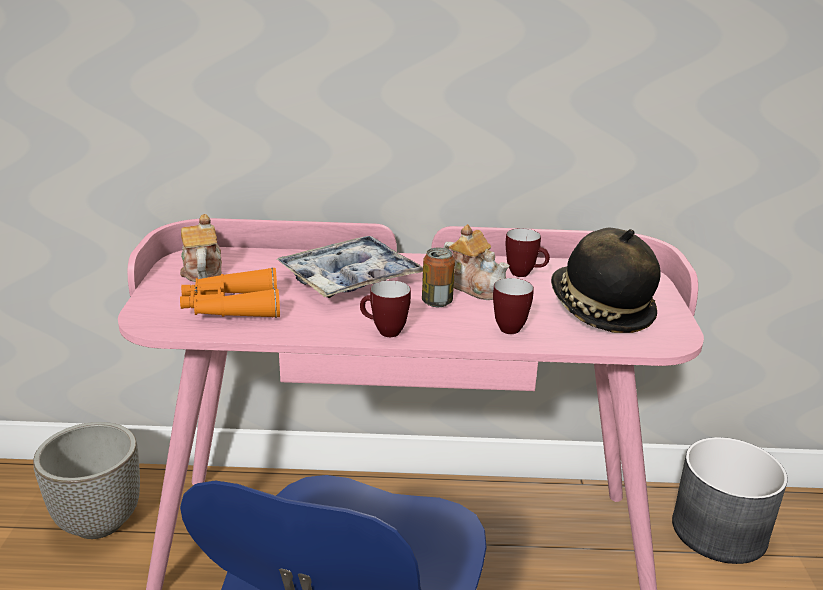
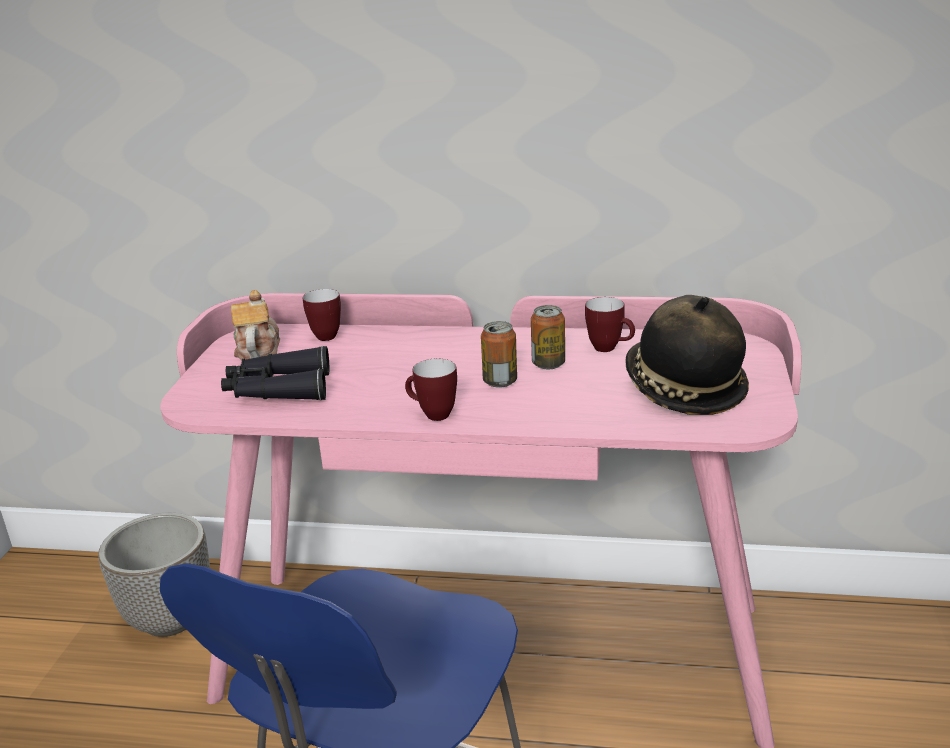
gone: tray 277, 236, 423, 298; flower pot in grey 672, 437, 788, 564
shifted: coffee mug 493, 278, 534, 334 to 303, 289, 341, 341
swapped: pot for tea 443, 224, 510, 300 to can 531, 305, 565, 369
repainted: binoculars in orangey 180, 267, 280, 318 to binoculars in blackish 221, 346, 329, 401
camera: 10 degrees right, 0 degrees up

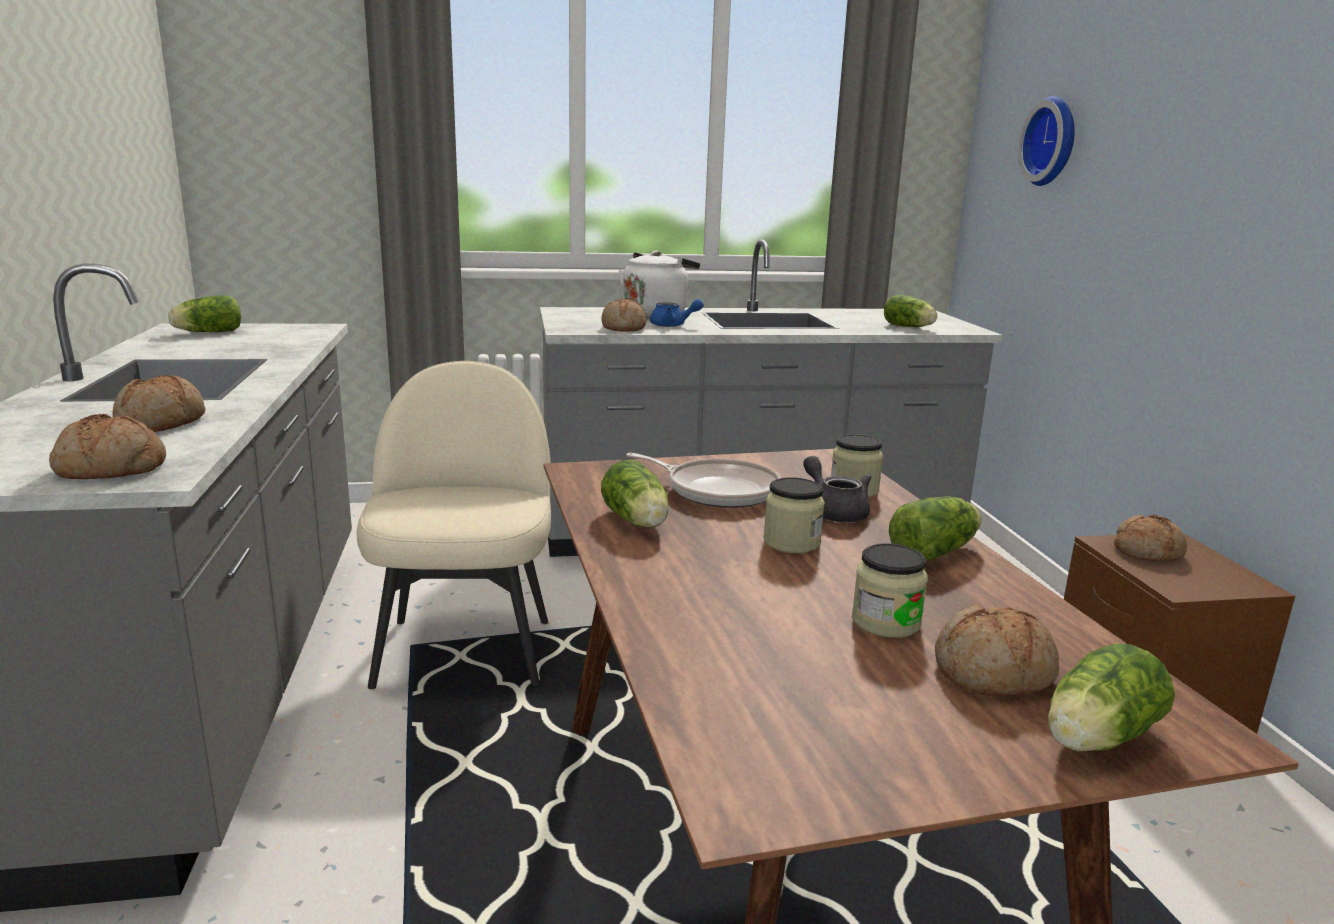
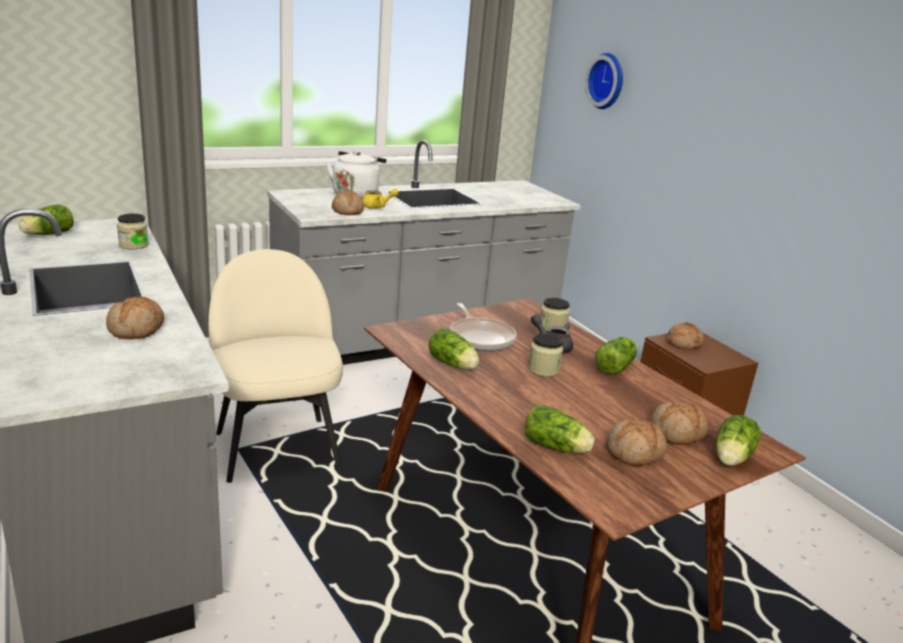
shifted: bread 49, 414, 166, 479 to 606, 419, 667, 466; storage jar 852, 543, 928, 638 to 117, 213, 149, 249; lettuce head 884, 295, 937, 327 to 525, 405, 595, 453
repainted: pot for tea in blue-coloured 650, 299, 704, 327 to pot for tea in yellow-coloured 362, 189, 399, 209
rotated: skillet 626, 453, 780, 508 = 450, 303, 517, 351 60 degrees clockwise
camera: 20 degrees left, 5 degrees up

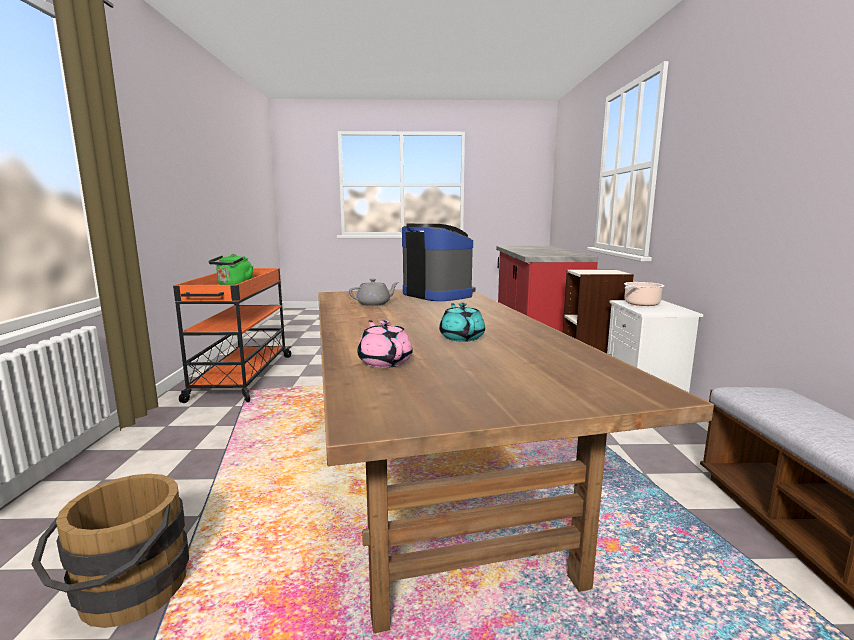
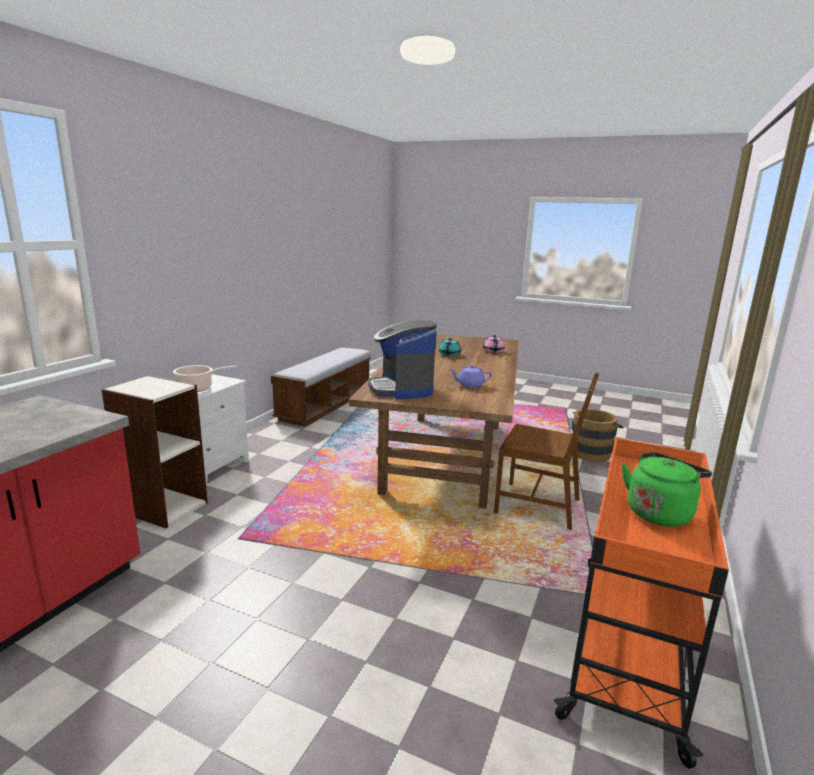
new: upright chair in brown 494, 373, 599, 530
repainted: pot for tea in grey 349, 278, 399, 306 to pot for tea in purplish 450, 365, 492, 388
camera: 155 degrees left, 5 degrees up

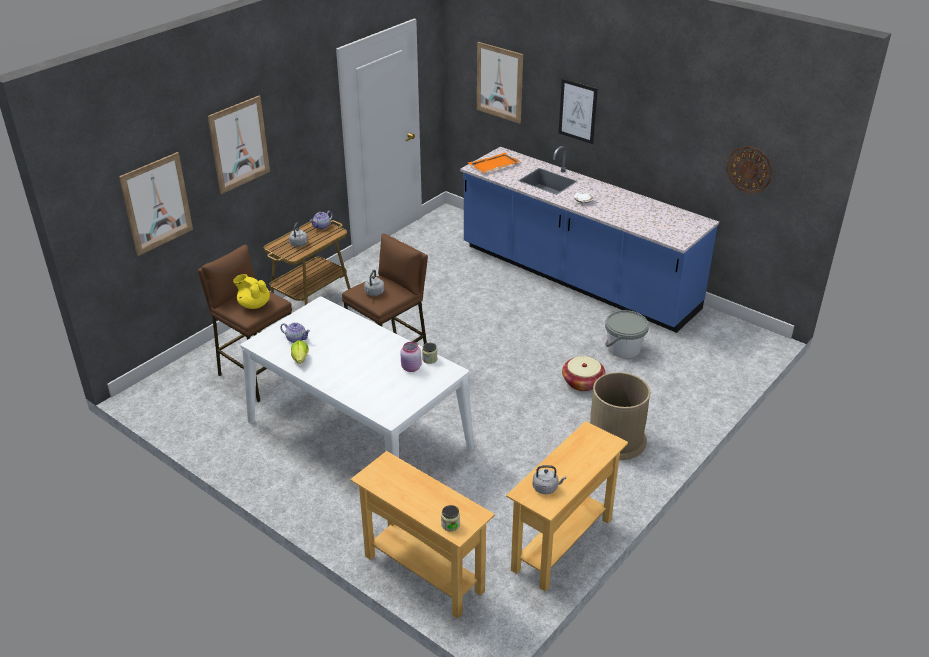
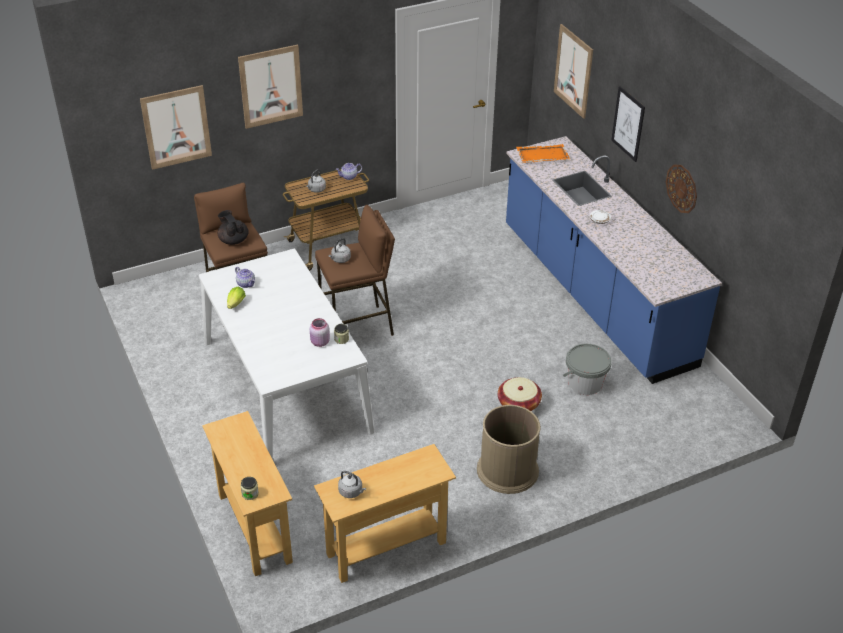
shifted: hanging clock 726, 146, 773, 193 to 666, 165, 697, 213
repainted: pot for tea in yellow-coloured 233, 274, 270, 309 to pot for tea in blackish 217, 210, 249, 245
camera: 25 degrees right, 5 degrees up

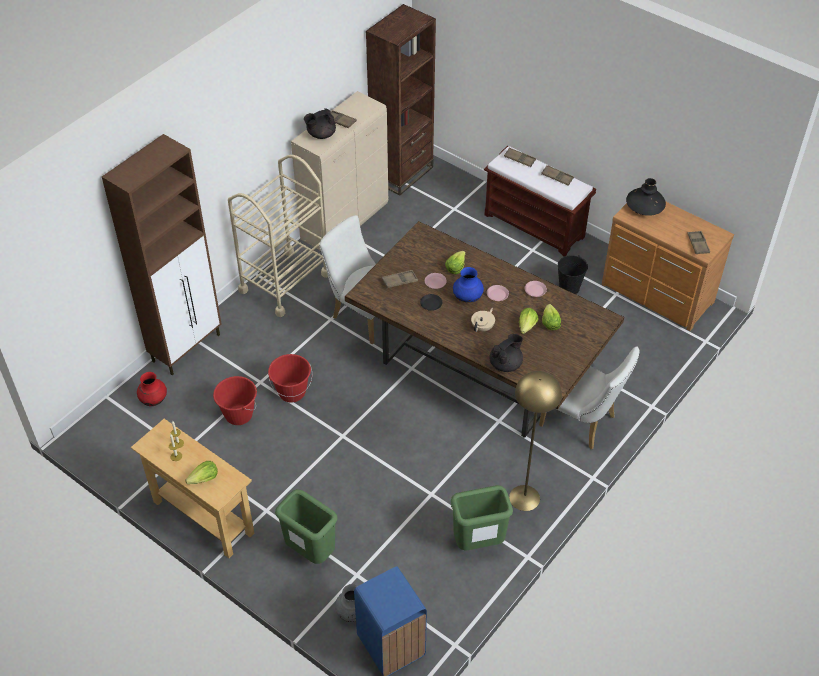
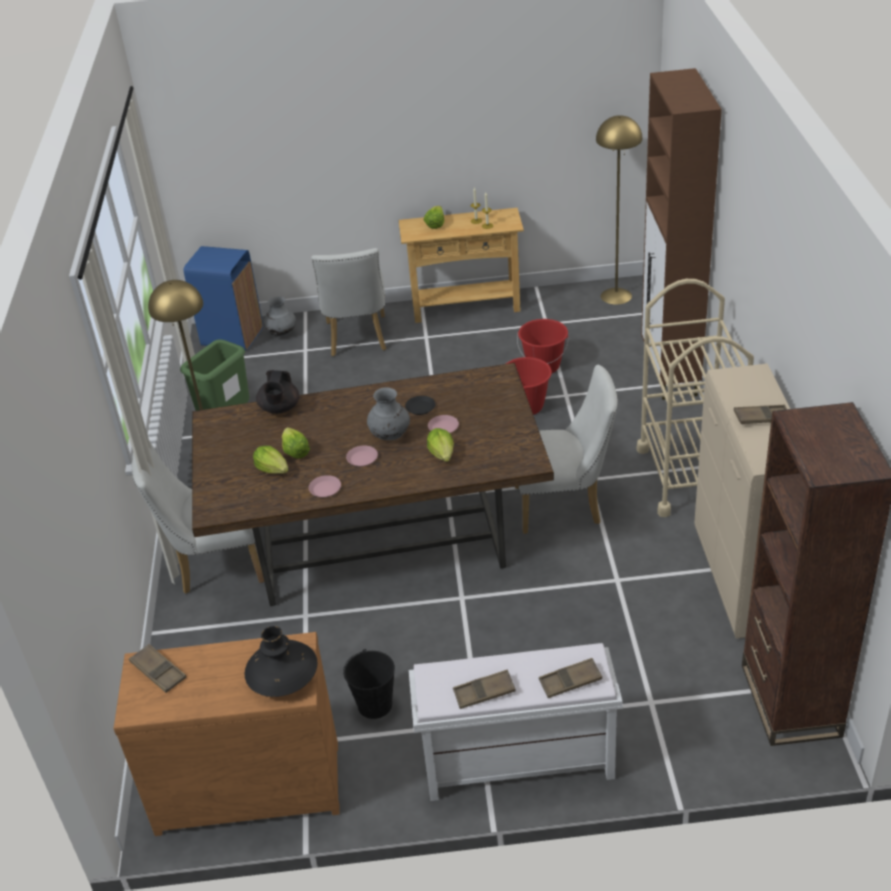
gone: decorative vase in red 137, 372, 167, 406; pot for tea in blackish 304, 108, 336, 139; tray in brown 382, 270, 418, 288; pot for tea in beige 471, 308, 495, 332
new: floor lamp in yellow-coloured 596, 115, 642, 305
swapped: rubbish bin in green-coloured 275, 489, 337, 564 to upright chair in white 311, 248, 386, 356
repainted: decorative vase in blue-coloured 453, 267, 484, 302 to decorative vase in grey 367, 387, 410, 440; long seat in brown 484, 146, 596, 257 to long seat in white 409, 643, 623, 801
camera: 140 degrees right, 10 degrees down

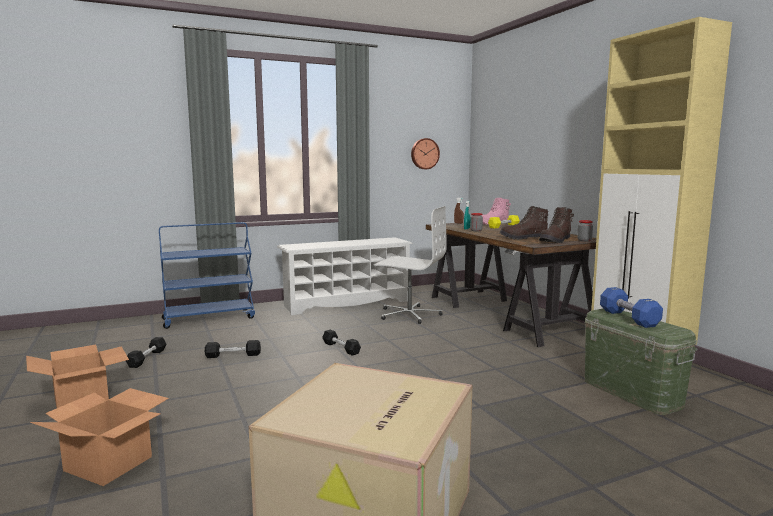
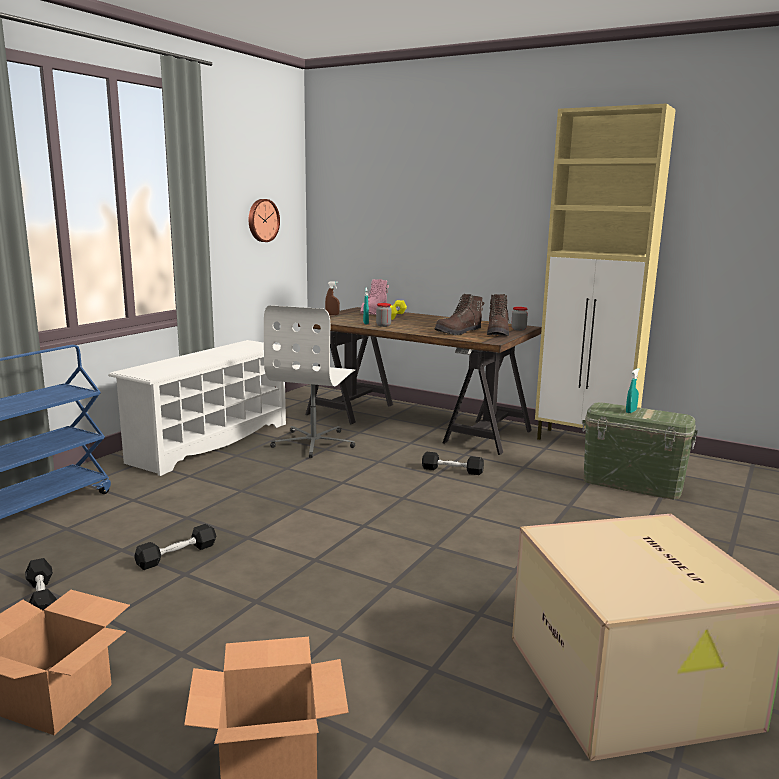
shifted: hand weight in blackish 322, 330, 361, 356 to 422, 451, 484, 475
swapped: hand weight in blue-coloured 600, 287, 663, 328 to sprayer in blue-green 626, 368, 640, 413
rotated: desk chair in white 374, 206, 447, 324 = 264, 305, 355, 458 120 degrees clockwise
camera: 35 degrees left, 5 degrees up

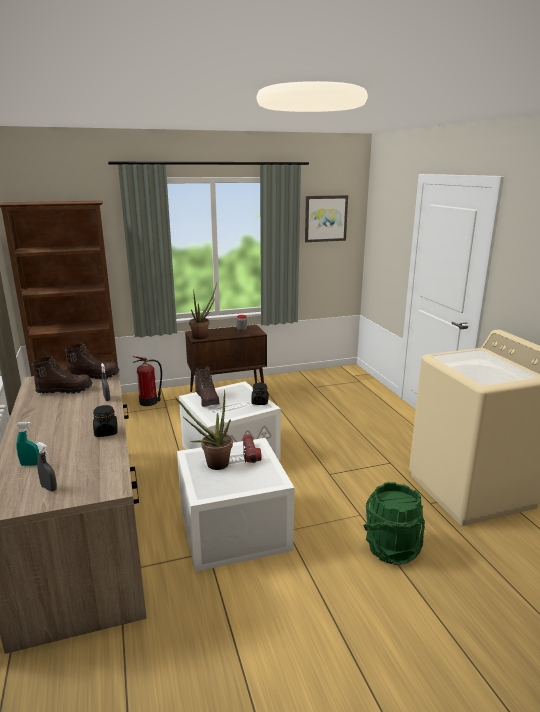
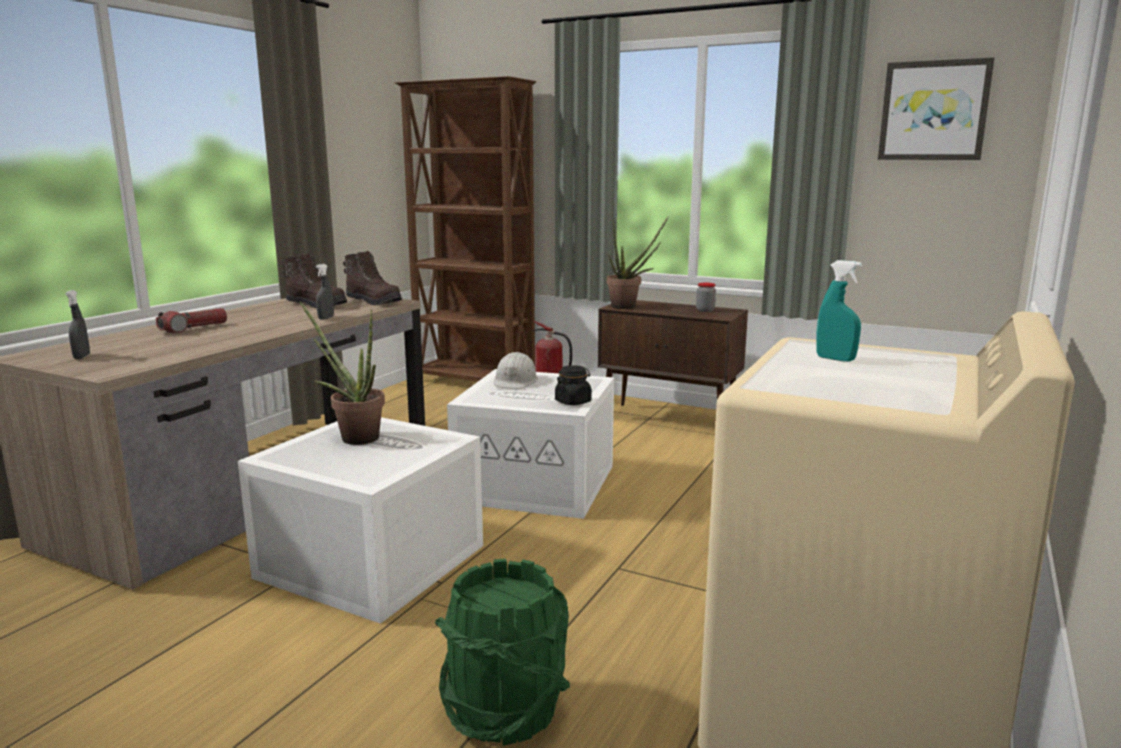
gone: storage jar in blackish 93, 405, 118, 437
shifted: sprayer in blue-green 16, 422, 39, 466 to 816, 260, 862, 362; torch 243, 434, 262, 463 to 156, 308, 227, 333
swapped: boot in brown 195, 366, 220, 407 to safety helmet in white 494, 352, 538, 389
camera: 45 degrees right, 5 degrees down

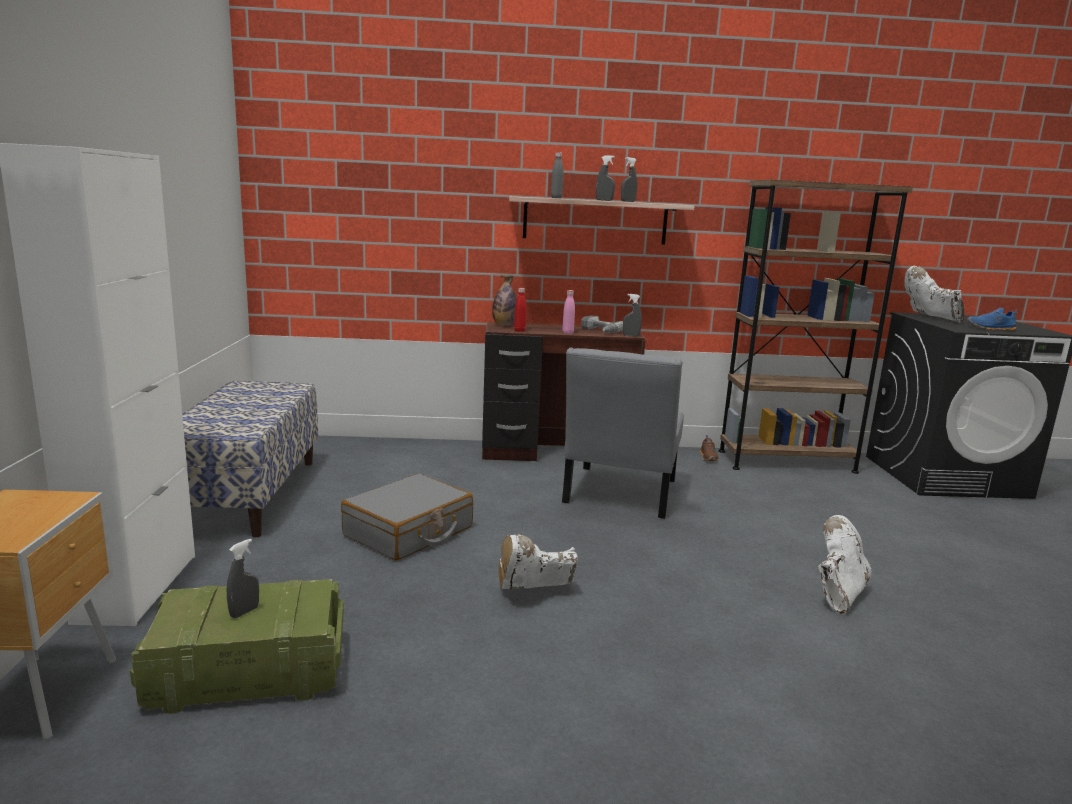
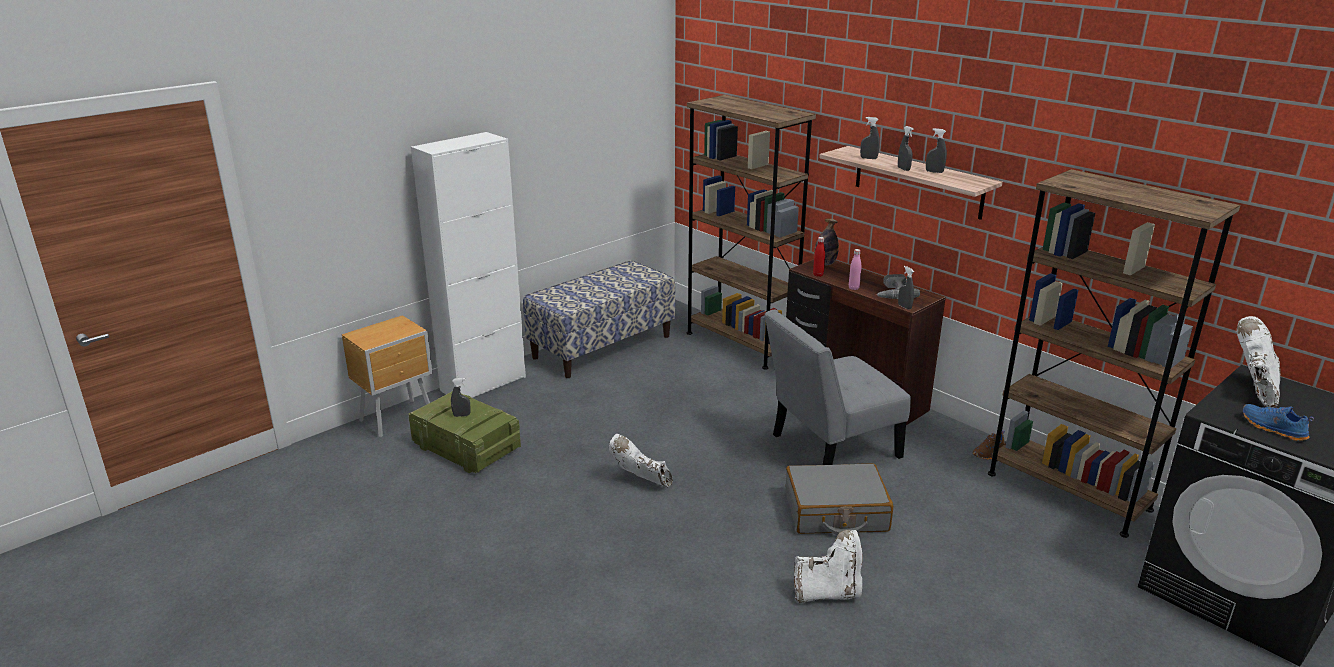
new: bookcase in brown 687, 95, 816, 370
shifted: suitcase in grey 341, 474, 473, 561 to 786, 463, 893, 535
swapped: beverage bottle in grey 551, 152, 564, 198 to sprayer in grey 860, 117, 880, 159
camera: 50 degrees right, 10 degrees up

